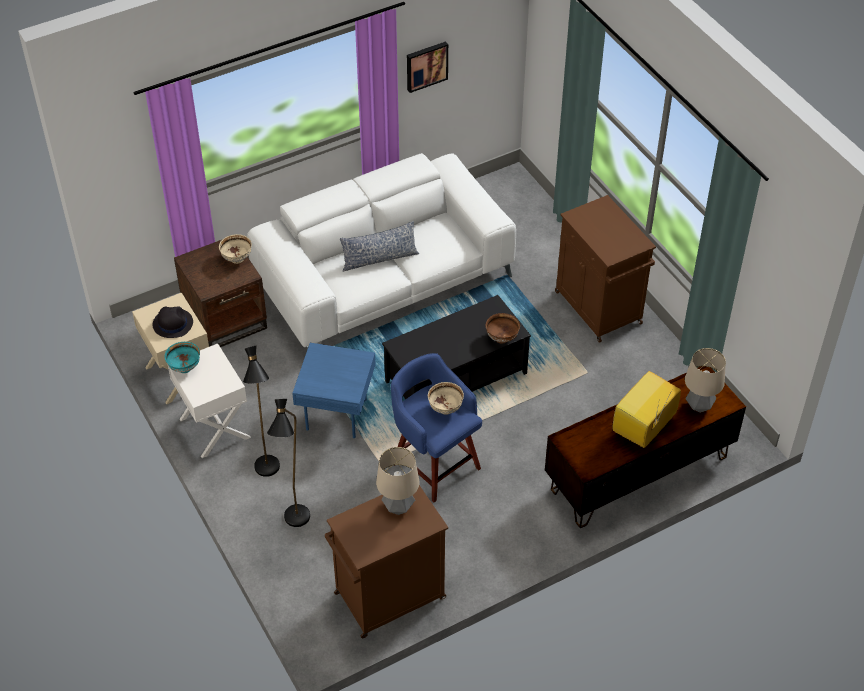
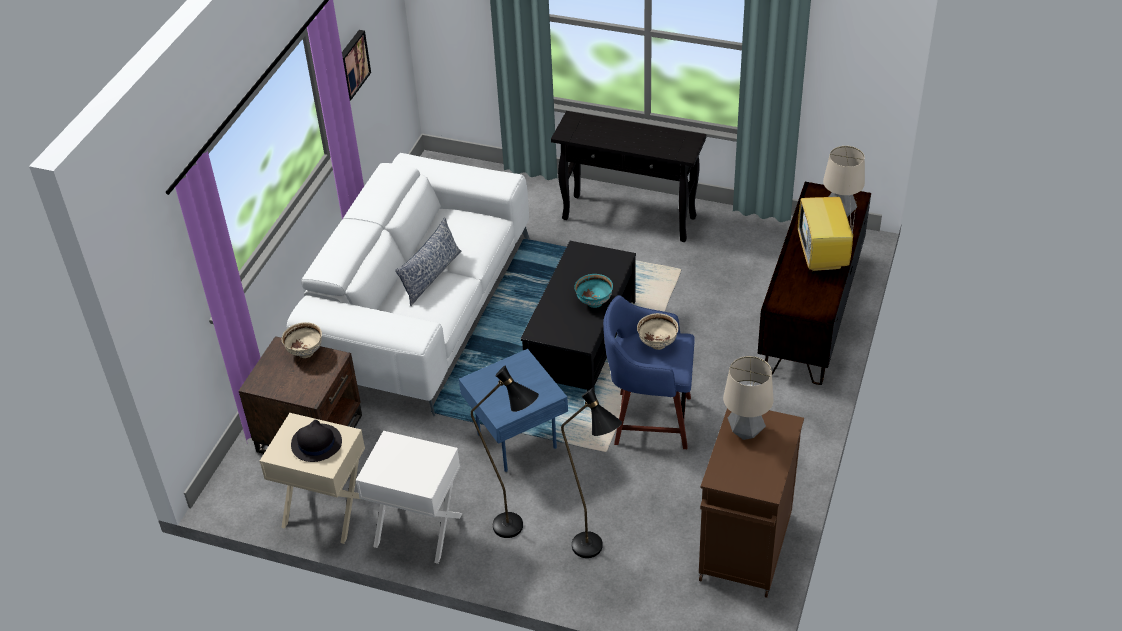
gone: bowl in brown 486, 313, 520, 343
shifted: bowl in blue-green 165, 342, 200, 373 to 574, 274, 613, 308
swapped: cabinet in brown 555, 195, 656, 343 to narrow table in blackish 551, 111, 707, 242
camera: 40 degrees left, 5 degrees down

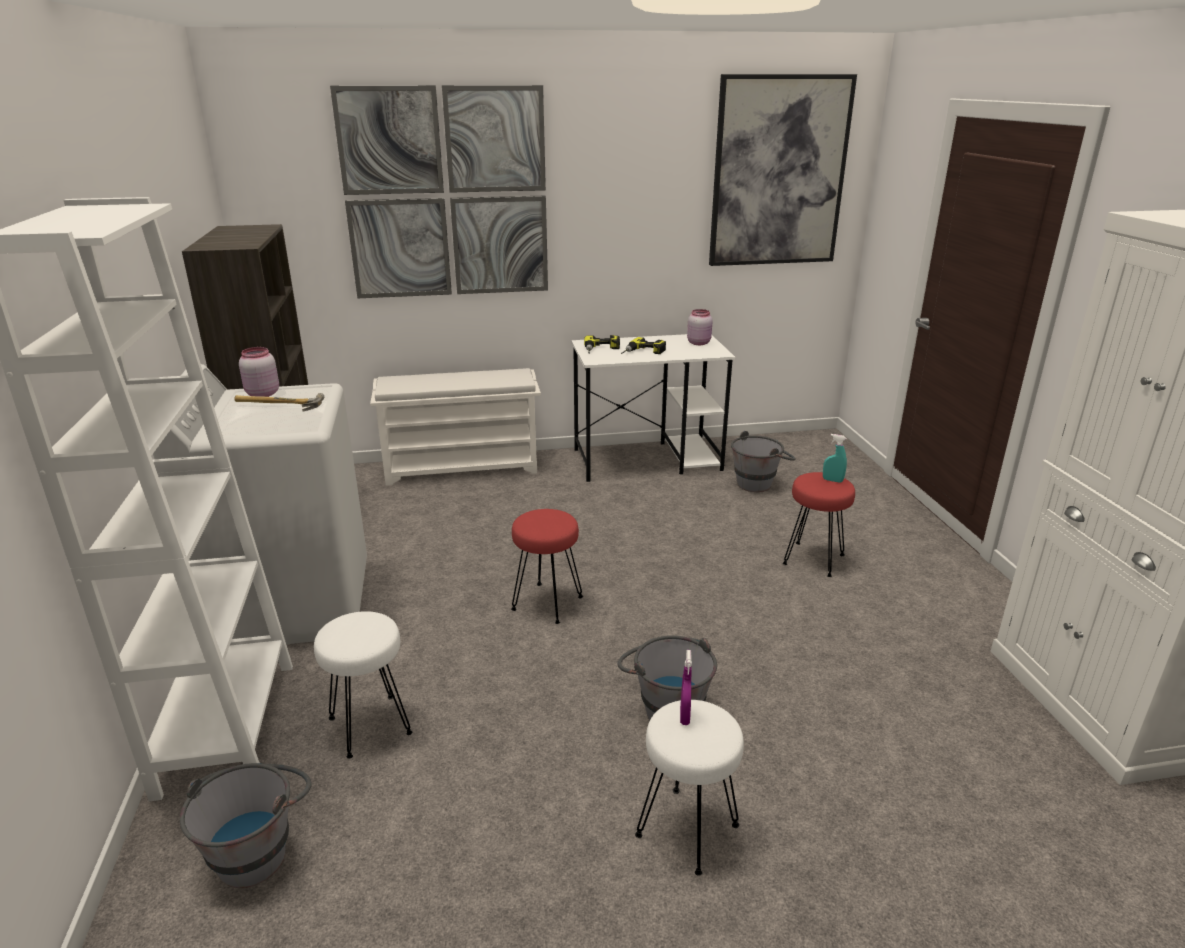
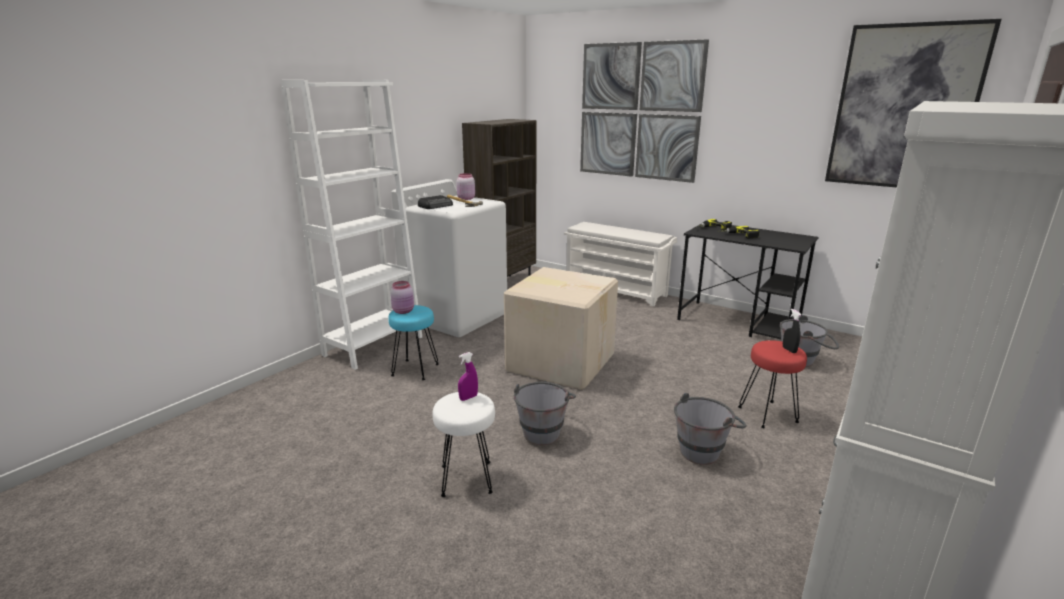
new: radio receiver 418, 195, 453, 209
shifted: bucket in grey 180, 763, 312, 888 to 674, 393, 747, 465; storage jar in pink-coloured 687, 309, 712, 345 to 390, 281, 414, 314
swapped: sitting stool in red 511, 509, 583, 624 to carton 504, 267, 618, 390
repainted: sitting stool in white 314, 611, 413, 758 to sitting stool in blue-green 388, 305, 439, 380; desk table in white 571, 334, 736, 482 to desk table in blackish 677, 224, 819, 339; sprayer in blue-green 823, 434, 847, 483 to sprayer in blackish 783, 309, 801, 353
camera: 45 degrees right, 5 degrees down

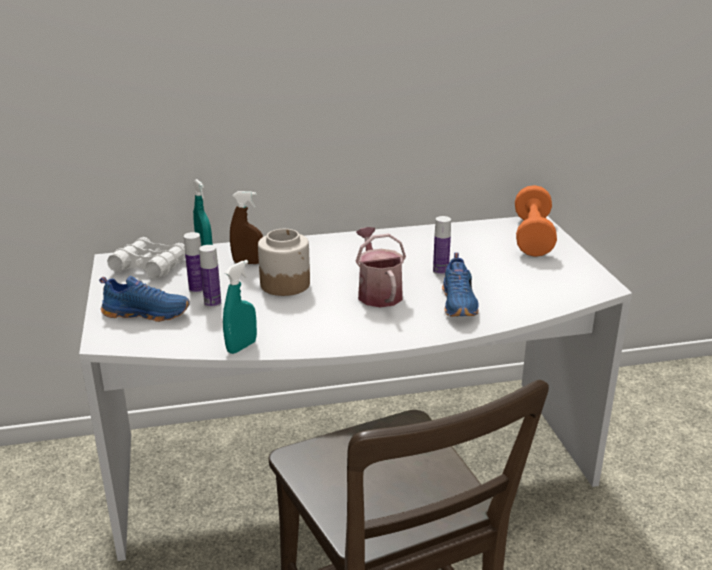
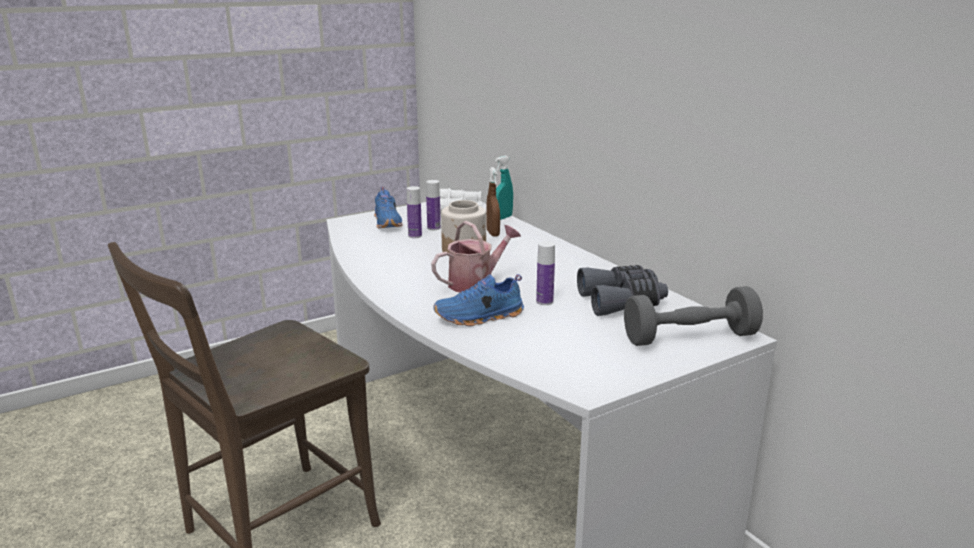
gone: sprayer in blue-green 223, 260, 257, 354
new: binoculars in grey 577, 265, 668, 316
repainted: hand weight in orangey 515, 185, 557, 257 to hand weight in grey 624, 286, 763, 346
camera: 70 degrees right, 5 degrees down

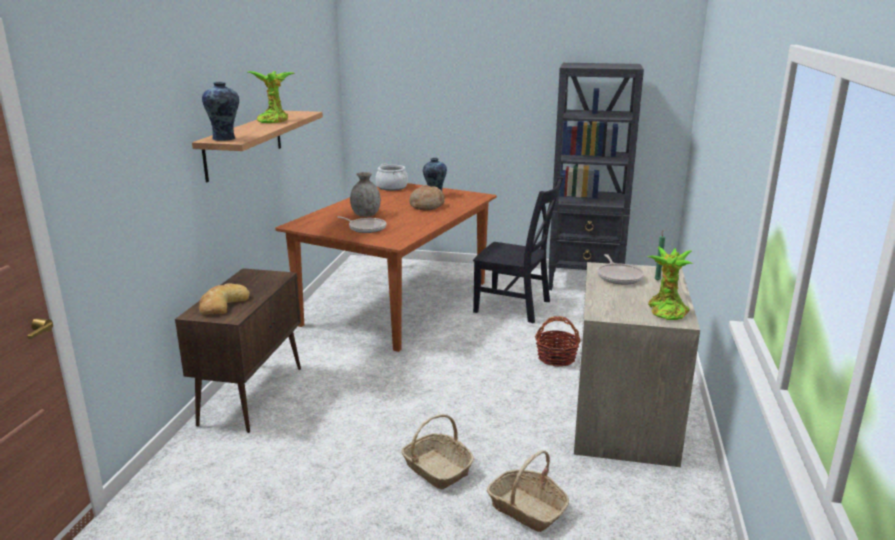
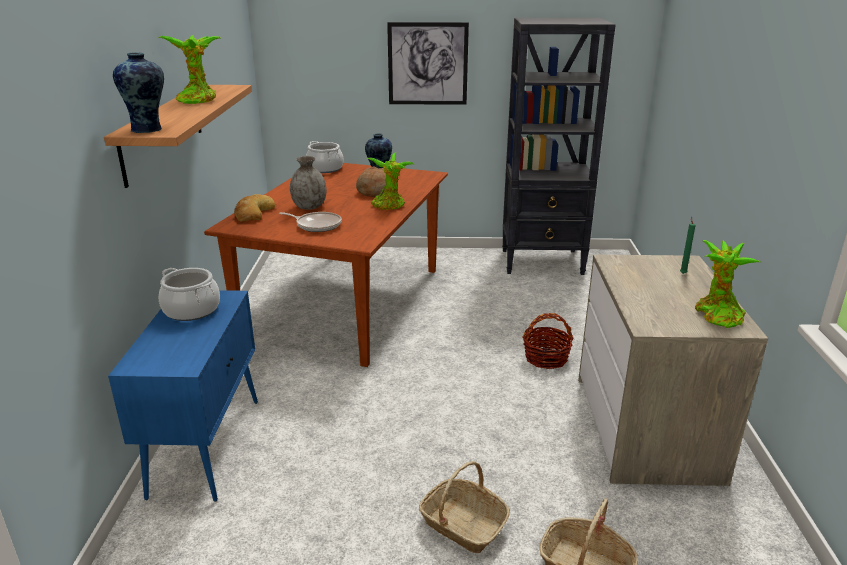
gone: upright chair in blackish 473, 177, 563, 323; skillet 597, 254, 644, 285
new: stockpot 158, 268, 220, 321; plant in a pot 366, 152, 414, 210; wall picture 387, 22, 469, 105
shifted: bread 199, 283, 250, 315 to 234, 194, 275, 221
repainted: cabinet in brown 175, 268, 301, 433 to cabinet in blue-coloured 108, 290, 258, 502
camera: 10 degrees left, 5 degrees up

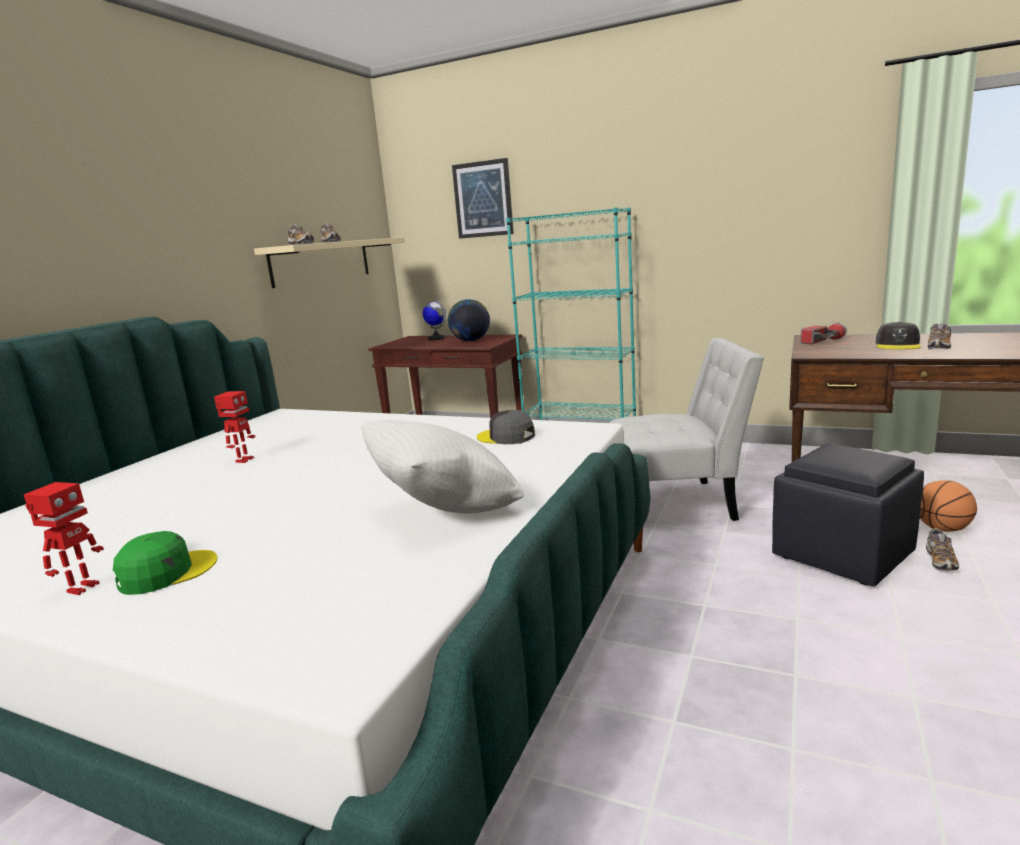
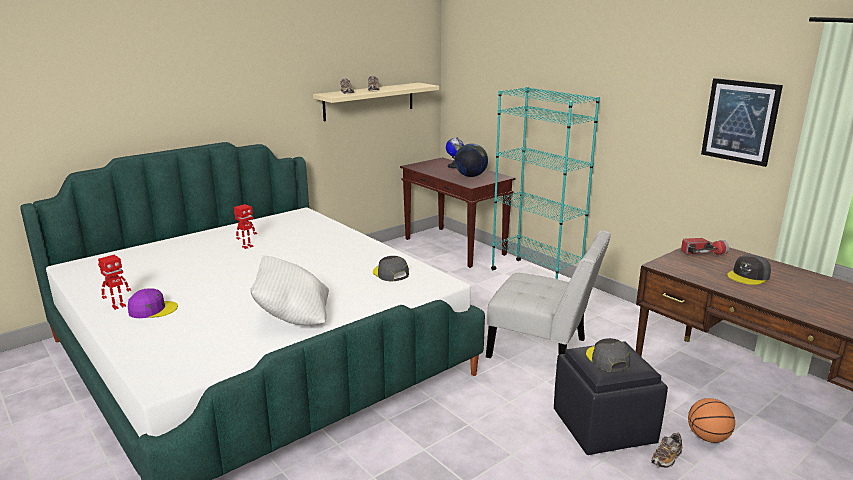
gone: shoe 928, 323, 951, 349
new: baseball cap in grey 586, 338, 631, 372
shifted: wall picture 452, 158, 514, 239 to 701, 78, 783, 167
repainted: baseball cap in green-coloured 113, 531, 217, 595 to baseball cap in purplish 128, 288, 178, 318
camera: 25 degrees right, 5 degrees up

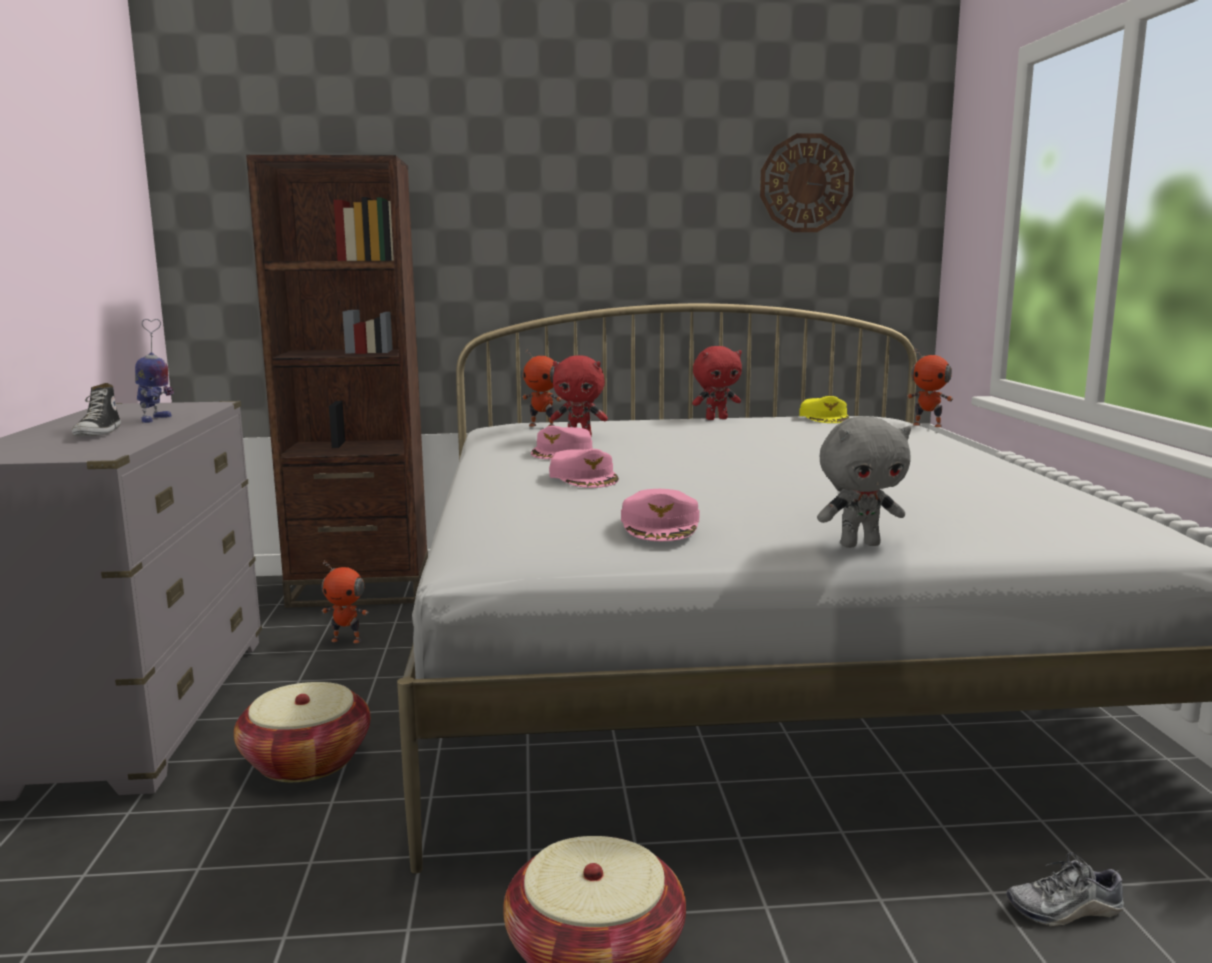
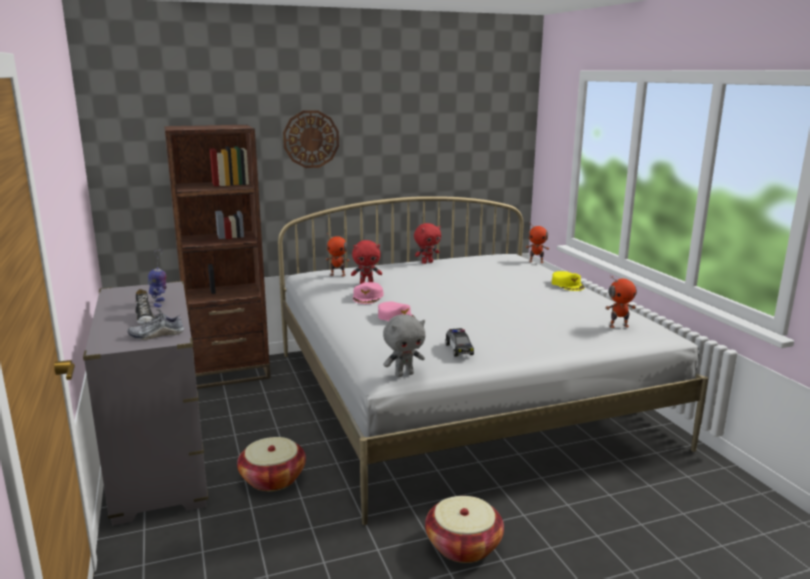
shifted: robot figure 322, 561, 369, 643 to 605, 275, 637, 328; hanging clock 760, 133, 854, 232 to 283, 110, 339, 168; baseball cap in yellow-coloured 799, 396, 849, 423 to 552, 271, 585, 291; plush toy in grey 817, 417, 911, 548 to 383, 314, 425, 377; shoe 1006, 852, 1124, 927 to 128, 309, 184, 340
swapped: baseball cap in pink-coloured 621, 489, 699, 541 to miniature car 445, 328, 474, 357
camera: 15 degrees left, 5 degrees up

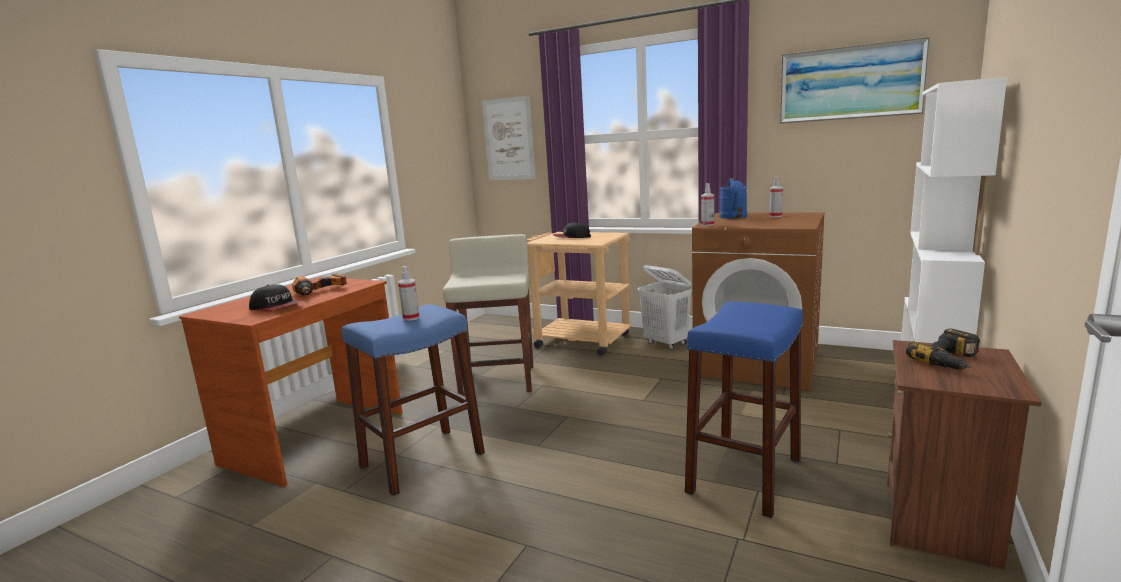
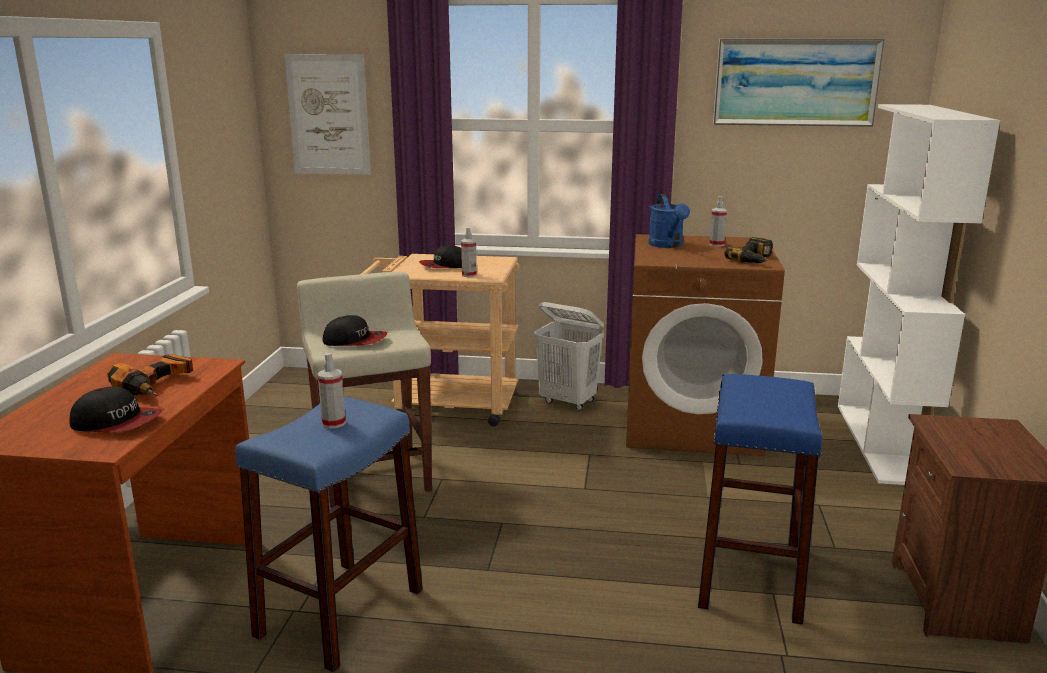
new: baseball cap 322, 315, 387, 346
shifted: sprayer 701, 183, 714, 226 to 461, 227, 477, 277; electric drill 906, 329, 980, 370 to 724, 237, 773, 263
camera: 20 degrees left, 5 degrees up

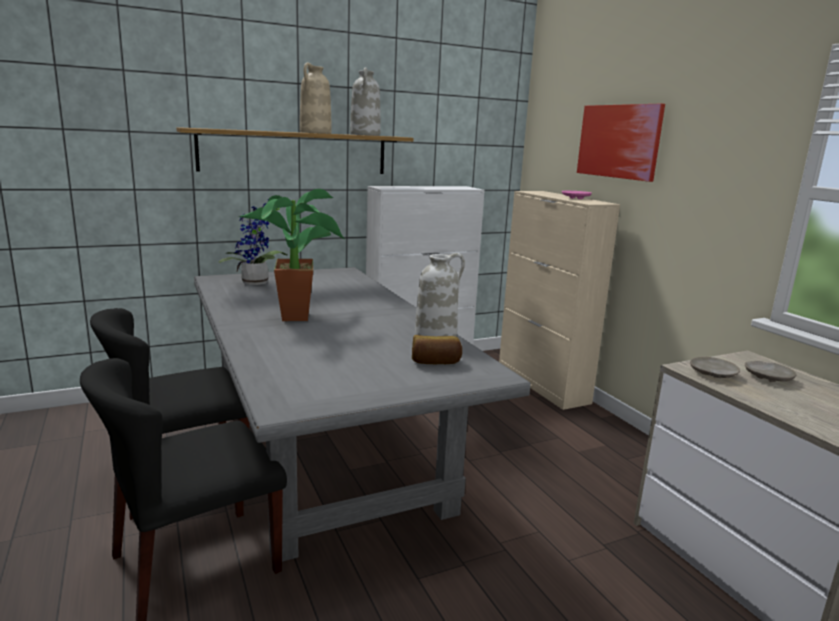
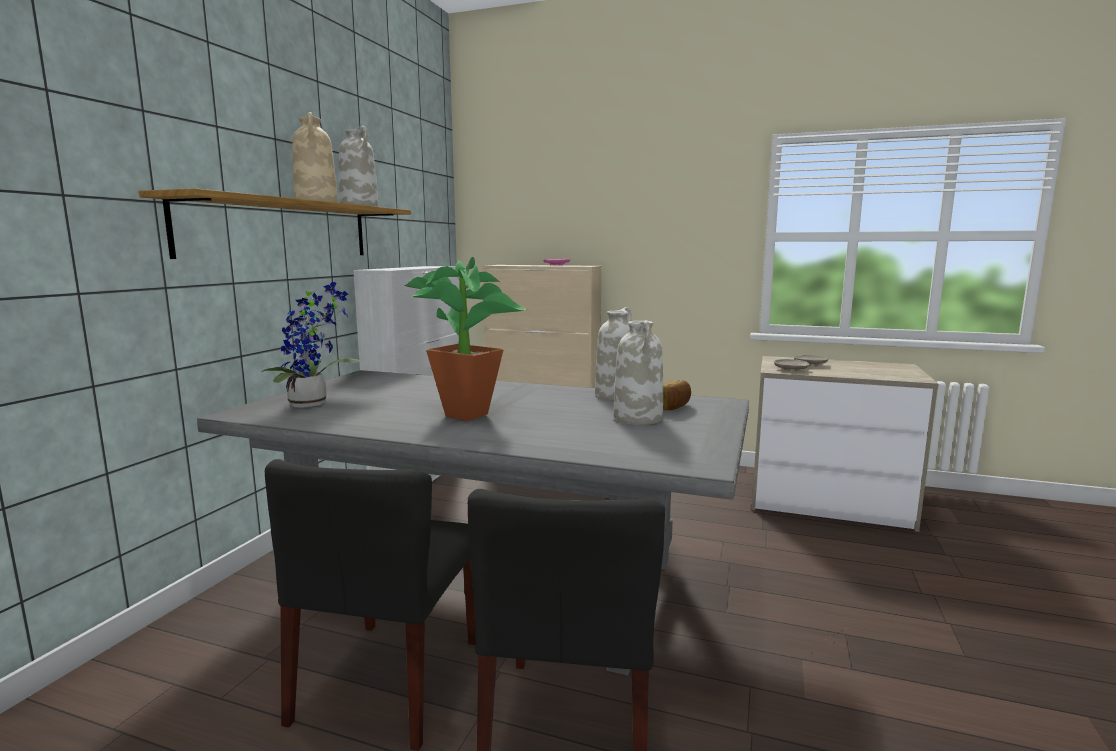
gone: wall picture 577, 104, 665, 182
new: decorative vase in white 614, 320, 663, 425
camera: 45 degrees left, 5 degrees down

